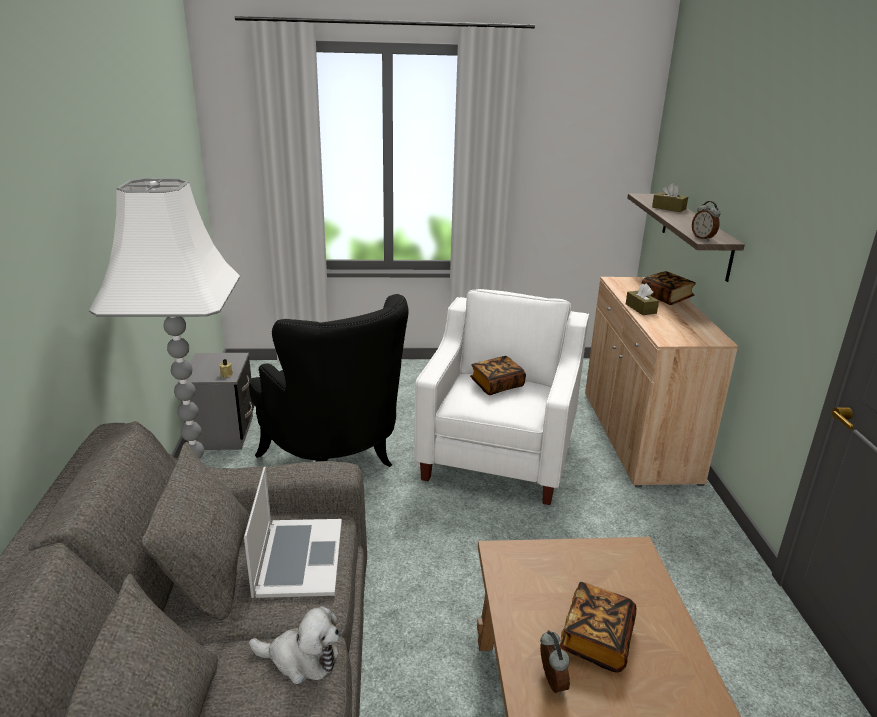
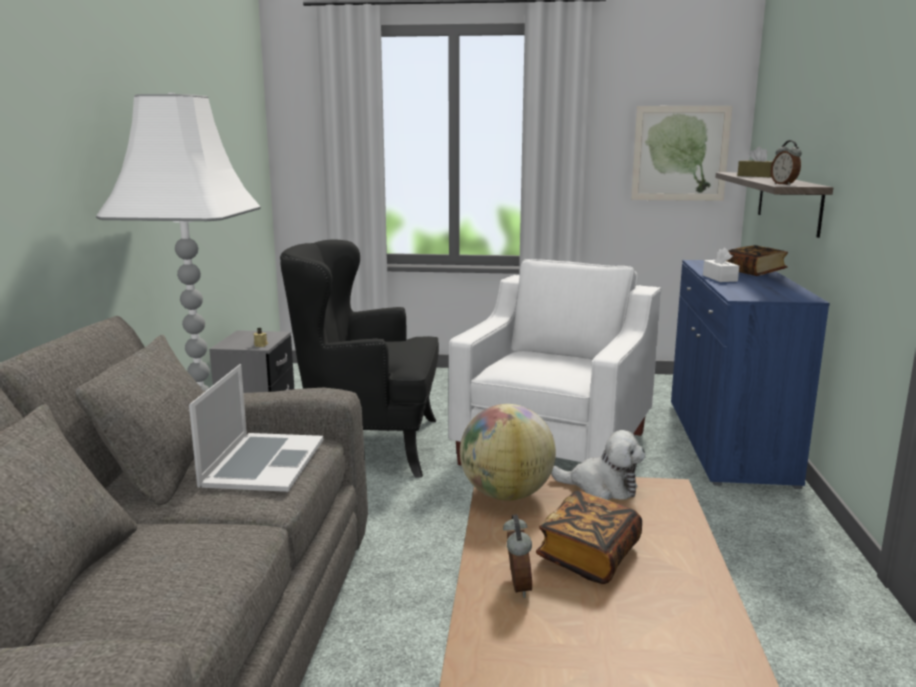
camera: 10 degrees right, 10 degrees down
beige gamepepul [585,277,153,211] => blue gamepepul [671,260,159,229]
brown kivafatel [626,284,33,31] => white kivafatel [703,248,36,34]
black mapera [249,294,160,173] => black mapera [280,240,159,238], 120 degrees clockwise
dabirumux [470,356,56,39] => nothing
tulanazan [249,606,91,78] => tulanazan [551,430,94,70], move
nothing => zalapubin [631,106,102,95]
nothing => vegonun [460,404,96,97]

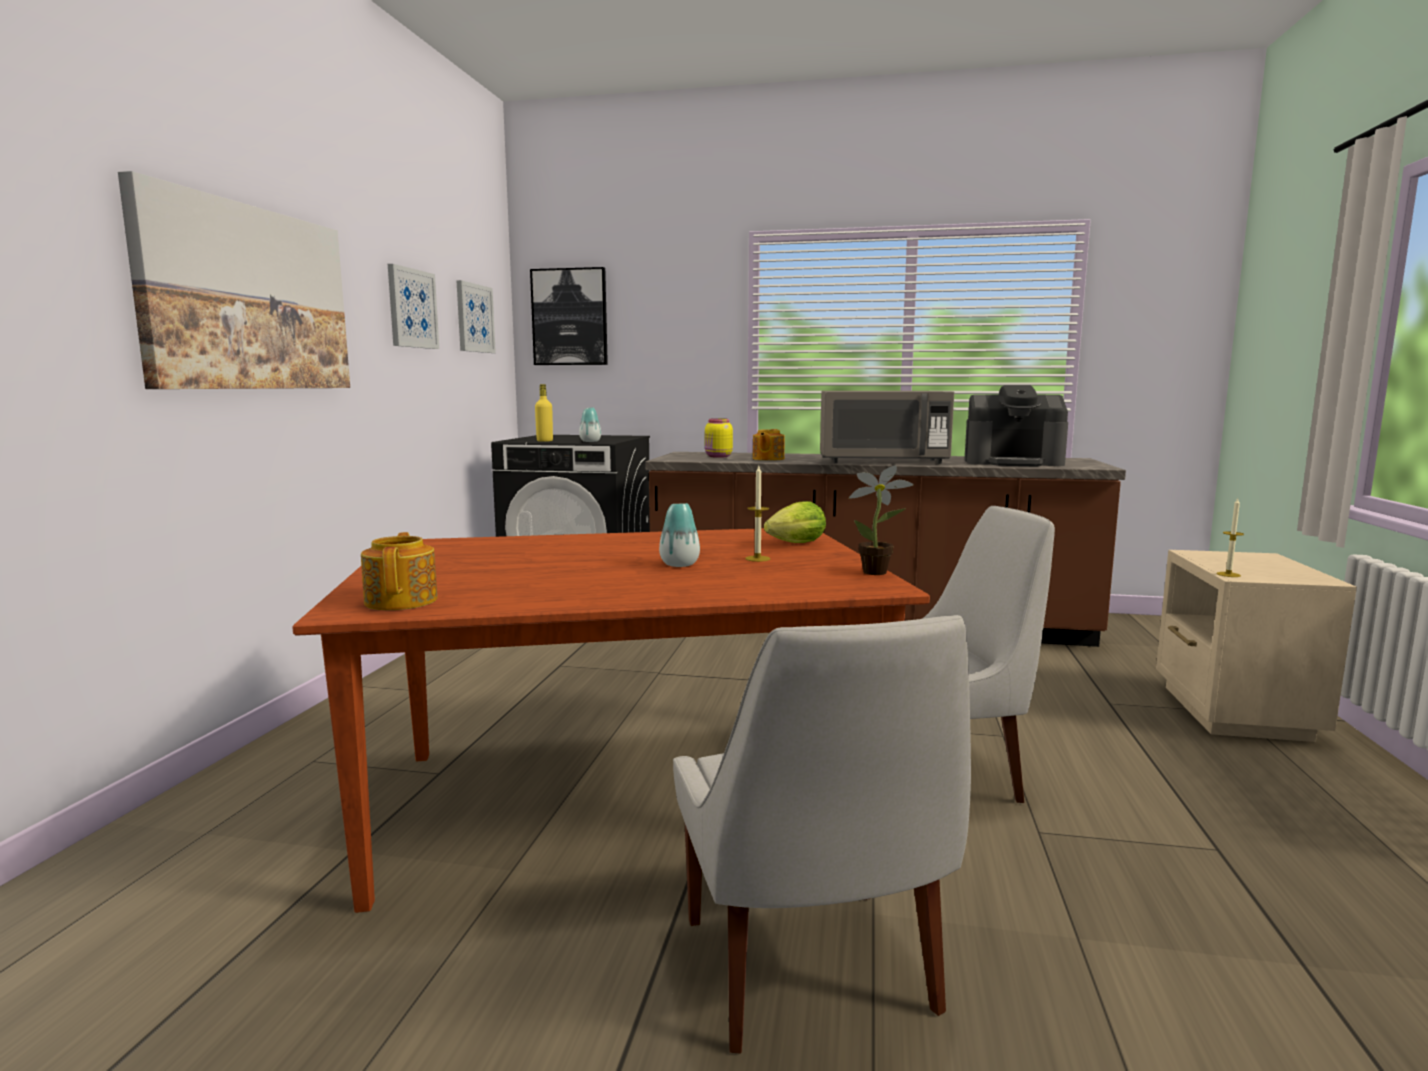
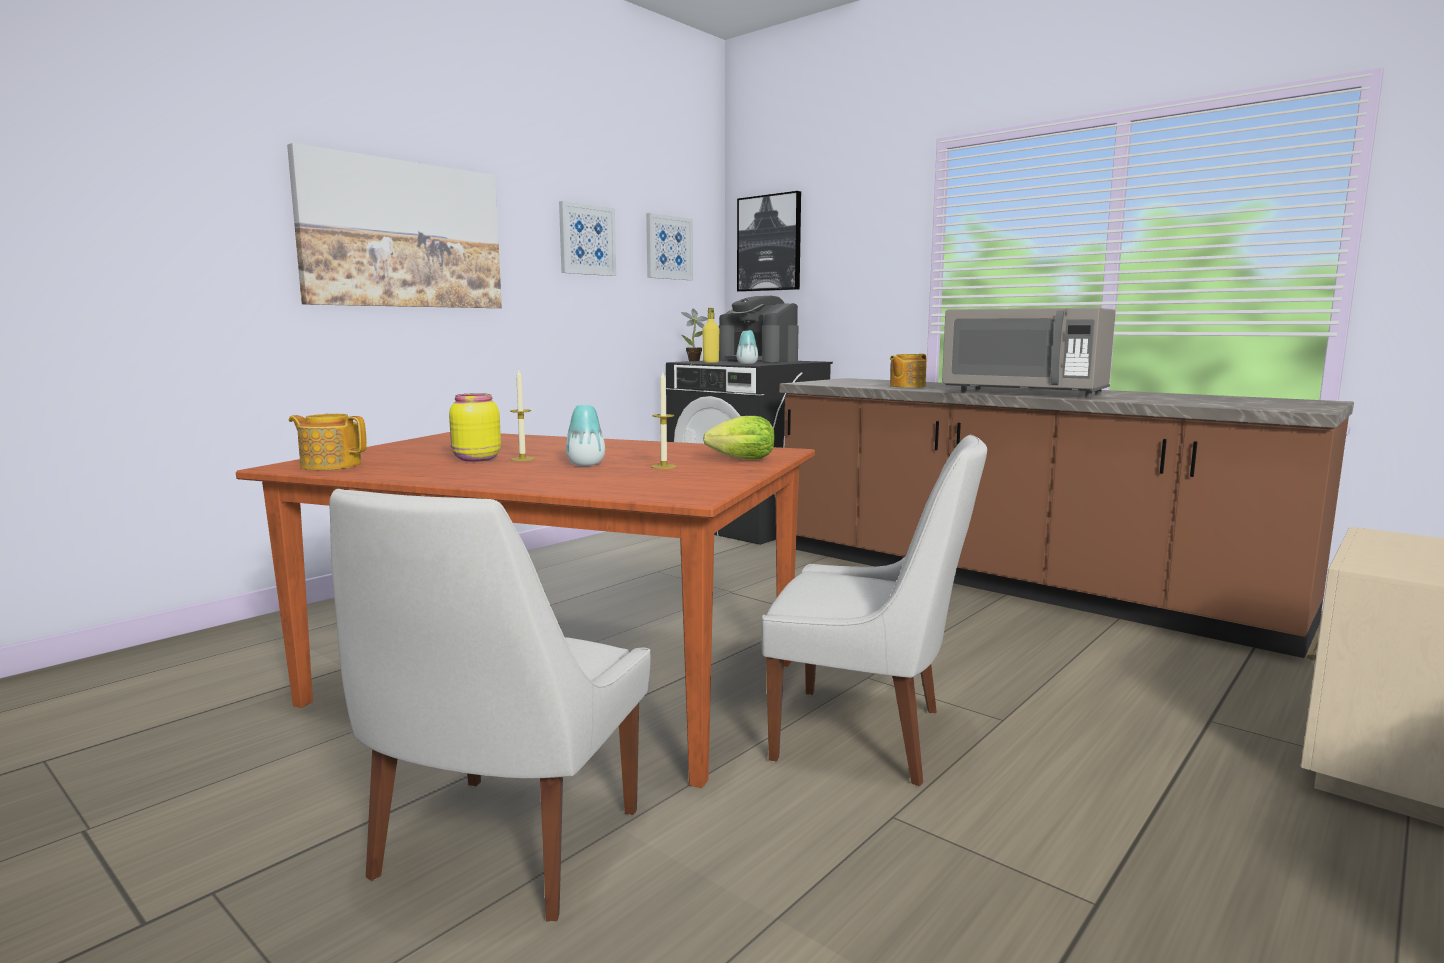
camera: 30 degrees right, 0 degrees up
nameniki [964,385,104,81] => nameniki [718,296,81,67], move
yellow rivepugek [705,418,28,40] => yellow rivepugek [449,393,52,69], move
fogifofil [849,465,65,110] => fogifofil [681,308,27,53], move
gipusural [1216,499,28,78] => gipusural [510,370,25,91], move
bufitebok [361,532,77,78] => bufitebok [289,414,78,56], 90 degrees counterclockwise

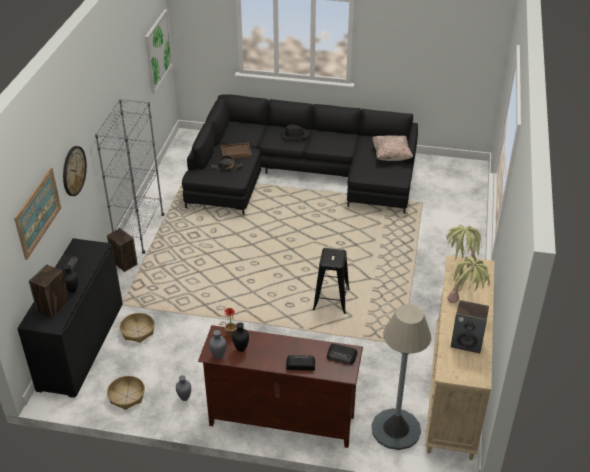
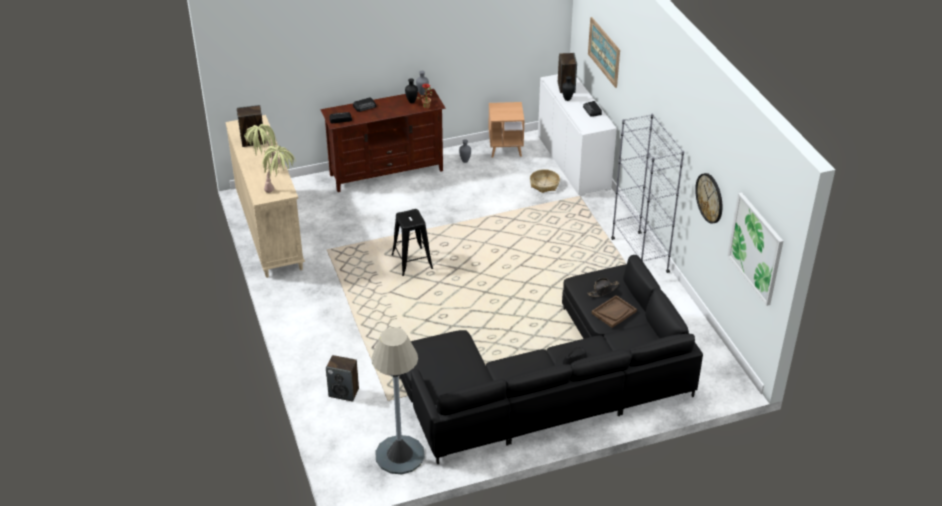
camera: 150 degrees right, 0 degrees up
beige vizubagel [372,135,41,26] => nothing
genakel [63,146,24,50] => genakel [695,173,27,51], move
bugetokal [107,228,31,44] => bugetokal [326,355,33,46], move
black gamepepul [17,238,106,160] => white gamepepul [538,74,79,122]
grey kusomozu [371,304,60,146] => grey kusomozu [371,328,54,146], move
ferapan [107,376,38,34] => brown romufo [489,102,35,56]

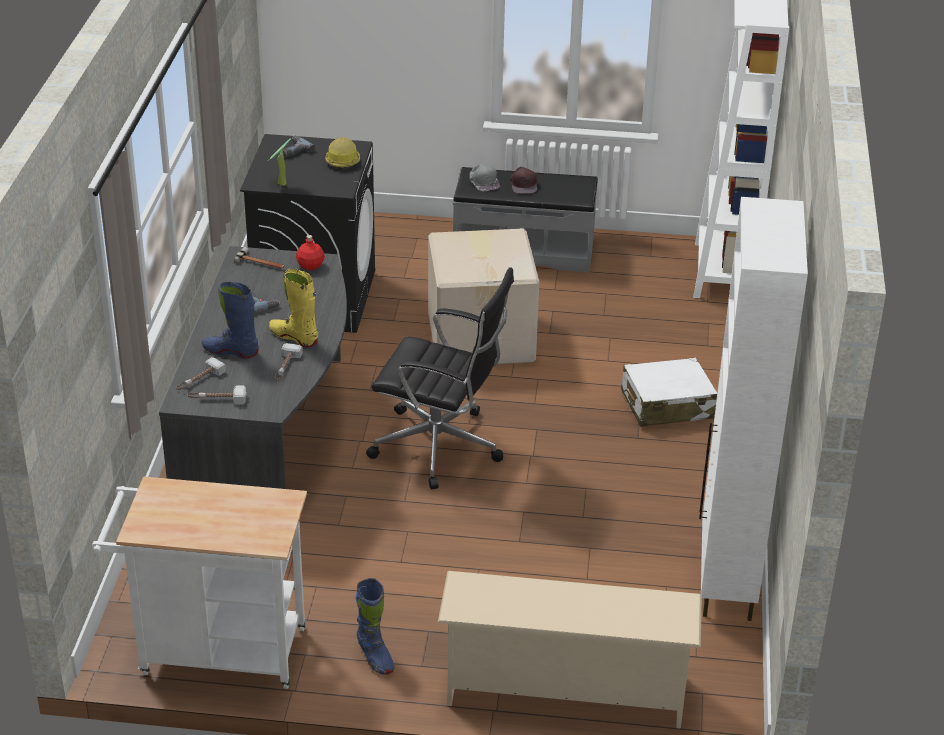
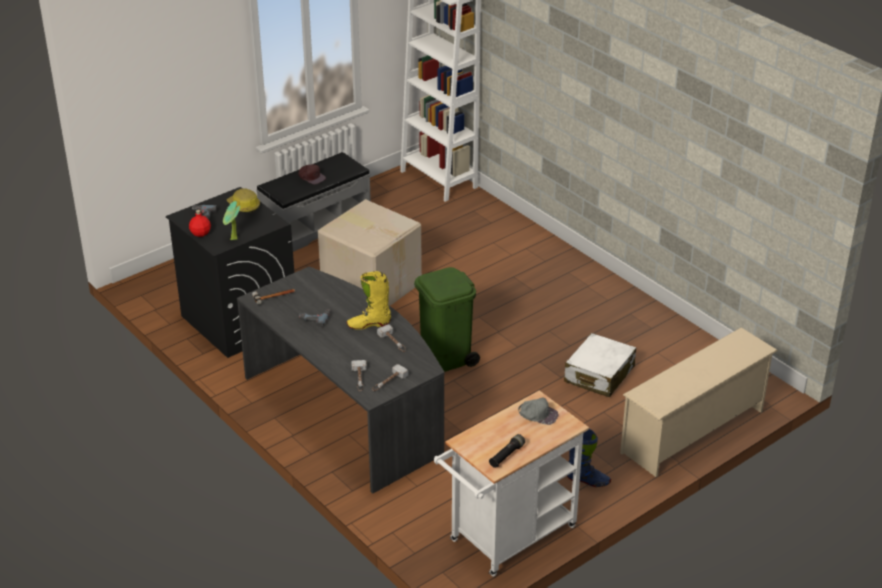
camera: 45 degrees left, 0 degrees up
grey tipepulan [470,164,31,27] => grey tipepulan [518,397,41,28], move
white gamepepul [699,197,109,424] => nothing
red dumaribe [296,235,29,35] => red dumaribe [189,210,22,27], move
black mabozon [366,267,148,222] => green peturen [414,267,66,105]
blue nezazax [202,282,57,76] => nothing
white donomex [621,357,96,70] => white donomex [564,333,72,64], move
nothing => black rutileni [489,434,36,34]

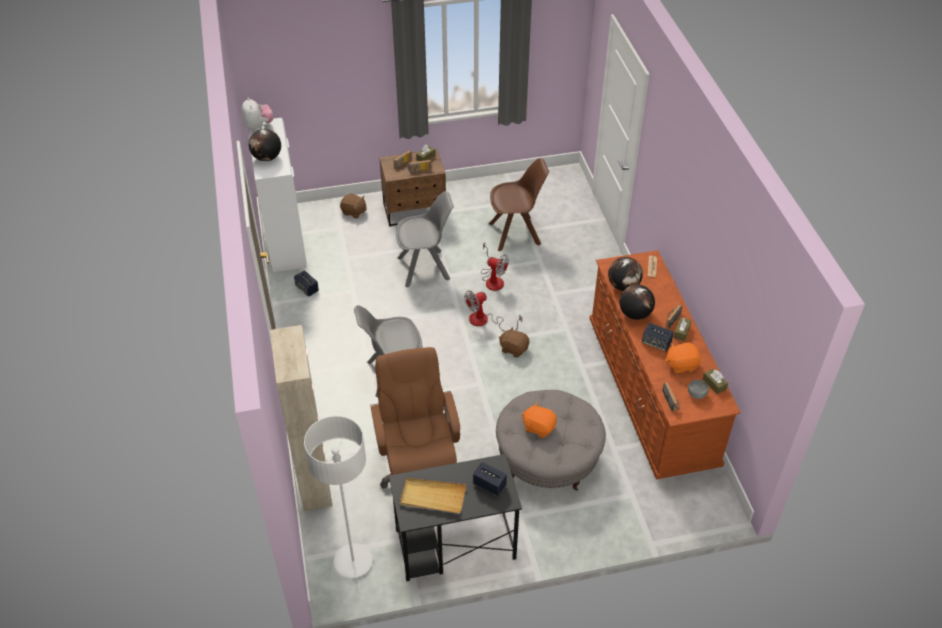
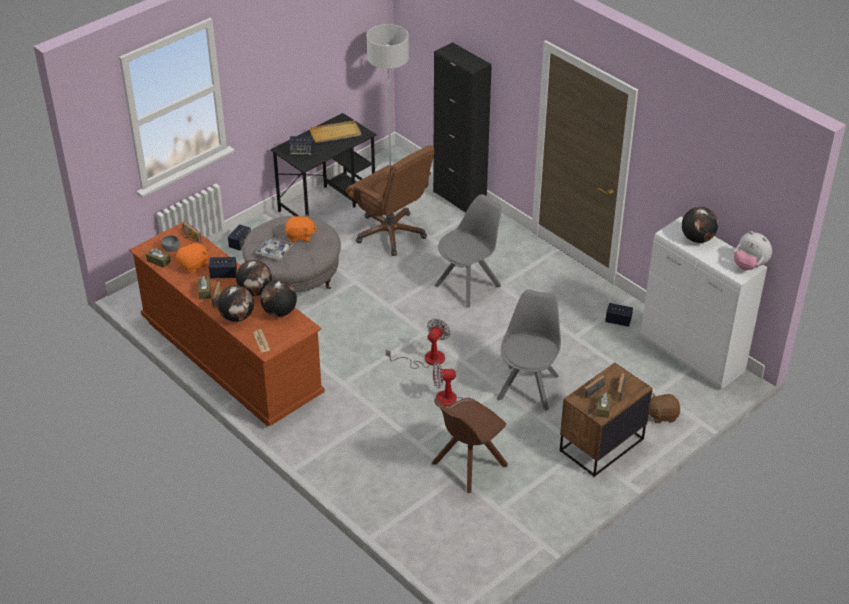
camera: 150 degrees right, 5 degrees down
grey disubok [396,191,58,96] => grey disubok [497,289,64,122], 150 degrees clockwise
beige gamepepul [270,325,63,186] => black gamepepul [433,42,59,170]
brown tulanazan [499,327,30,31] => nothing
nothing => bugetokal [228,224,23,26]
nothing => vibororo [255,237,38,23]
nothing => vegonun [217,285,37,37]

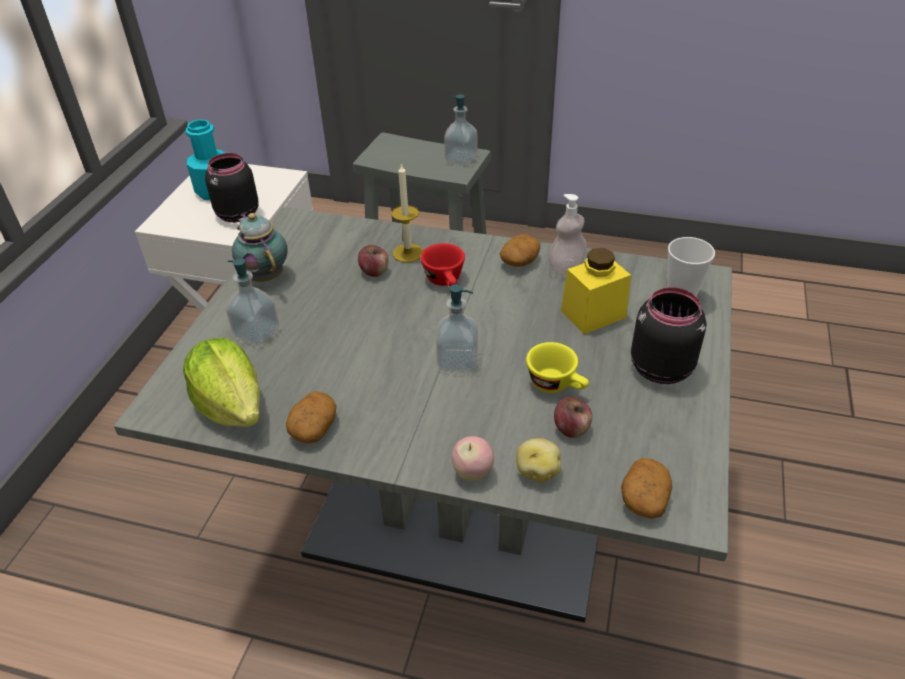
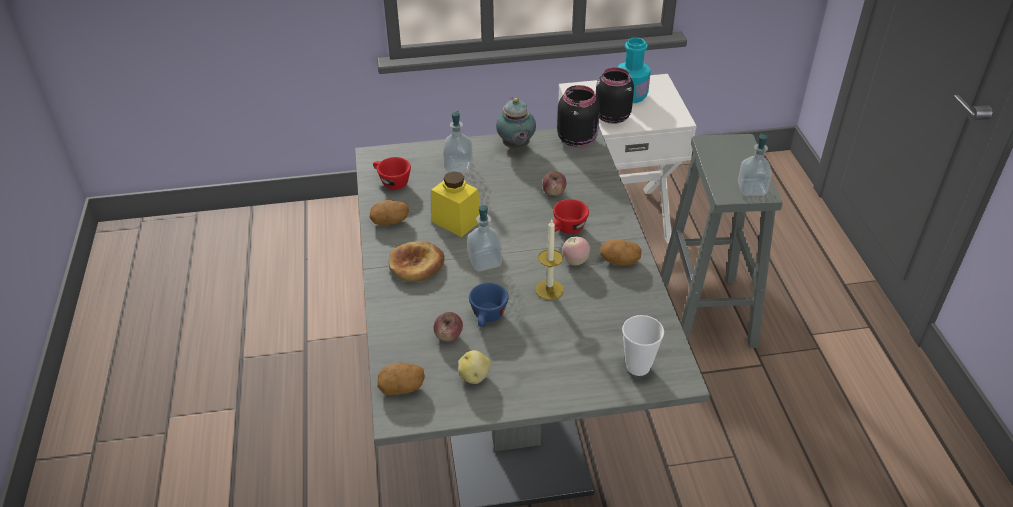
camera: 65 degrees right, 0 degrees up
gipusural [392,163,31,100] => gipusural [535,220,29,80], move
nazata [548,194,39,81] => nothing
bufitebok [232,213,56,69] => bufitebok [496,97,40,52], 135 degrees clockwise
yellow rivepugek [561,248,70,86] => yellow rivepugek [431,171,49,66], move
black rivepugek [631,287,75,97] => black rivepugek [557,85,43,63], move
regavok [183,338,77,89] => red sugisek [373,157,38,33]
yellow sugisek [526,342,63,51] => blue sugisek [469,283,40,44]
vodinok [452,436,42,45] => vodinok [562,236,28,29], move
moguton [516,438,45,45] => moguton [458,350,33,34], move
nothing => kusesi [389,241,56,41]

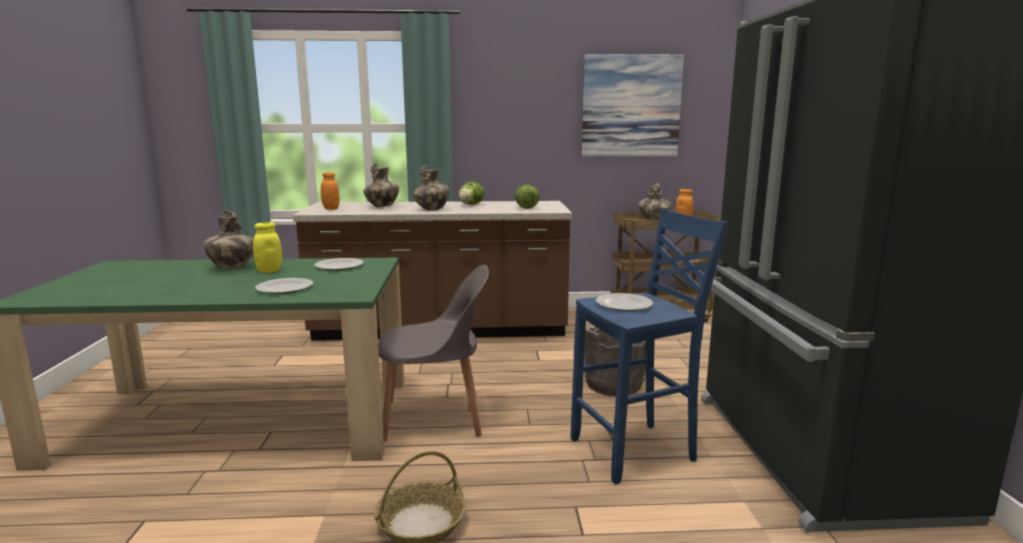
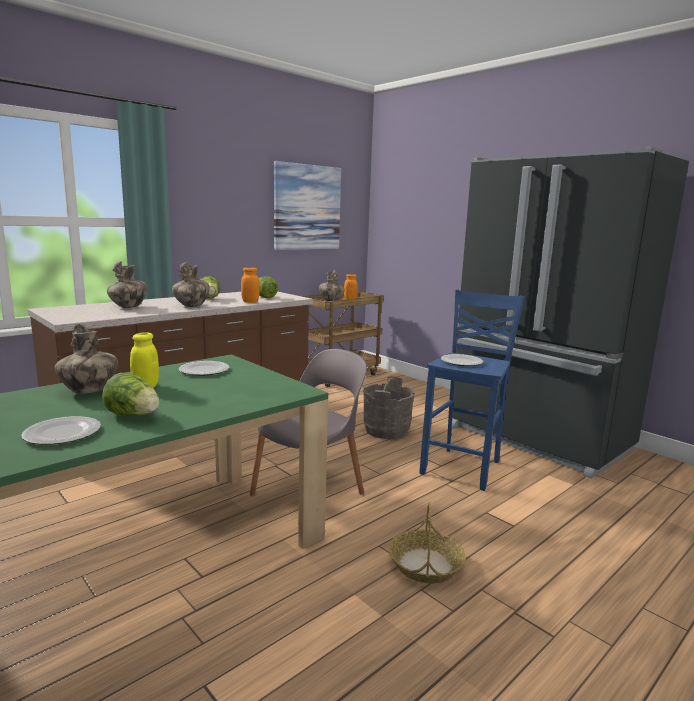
camera: 40 degrees left, 0 degrees up
orange rivepugek [321,172,18,38] => orange rivepugek [241,267,19,36], move
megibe [255,278,58,16] => megibe [22,416,79,29], move
nothing => regavok [102,373,57,43]

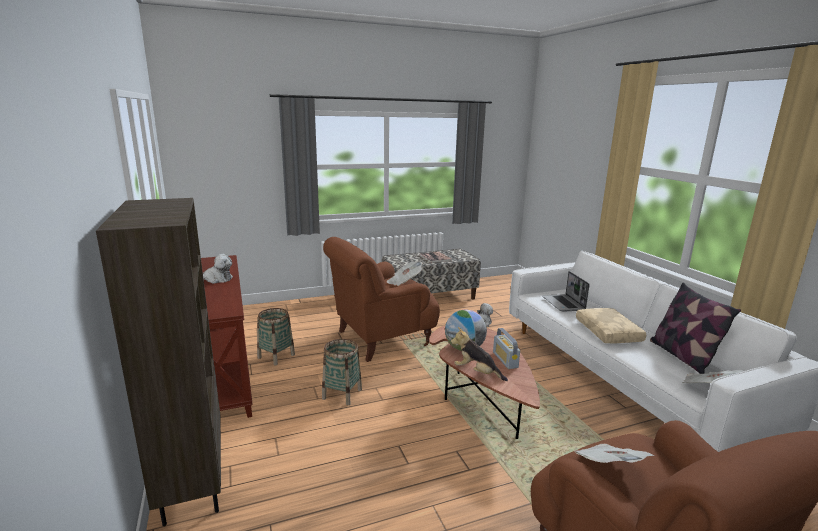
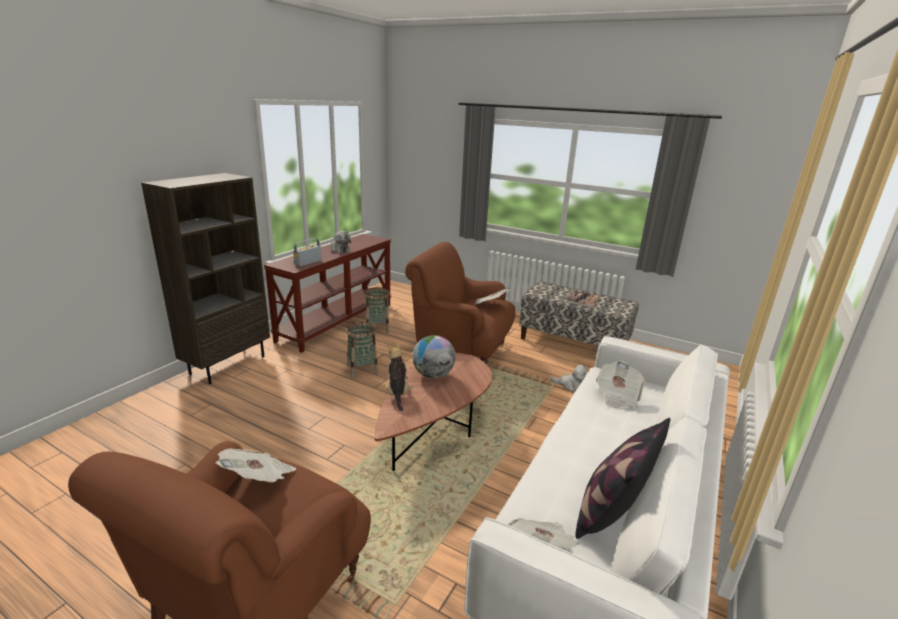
camera: 50 degrees right, 5 degrees up
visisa [542,271,48,41] => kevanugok [596,361,49,47]
beige vizubagel [576,308,70,36] => nothing
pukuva [493,328,27,41] => pukuva [293,239,29,28], move

